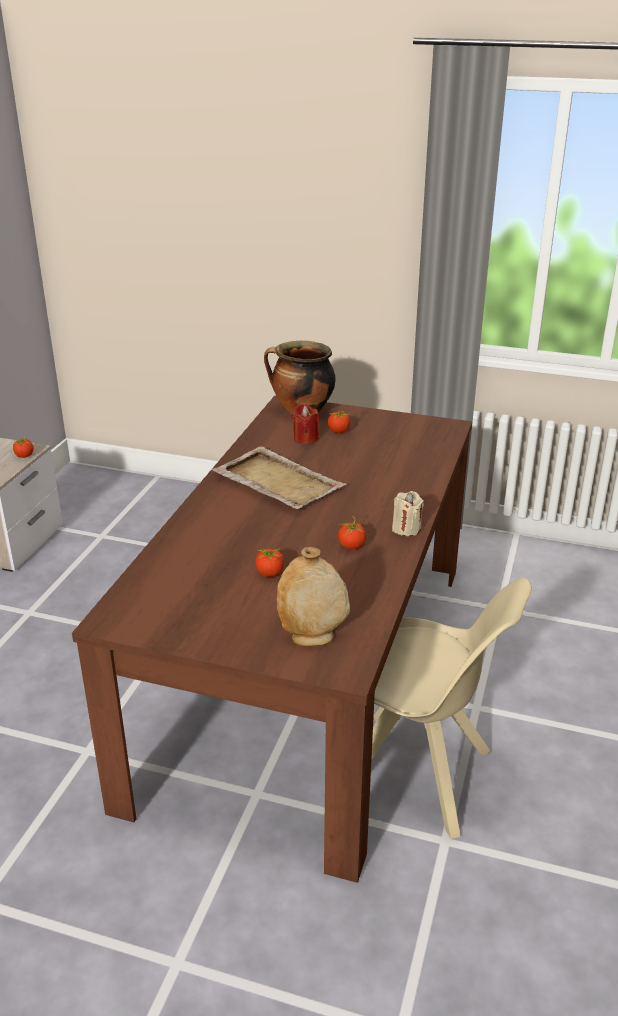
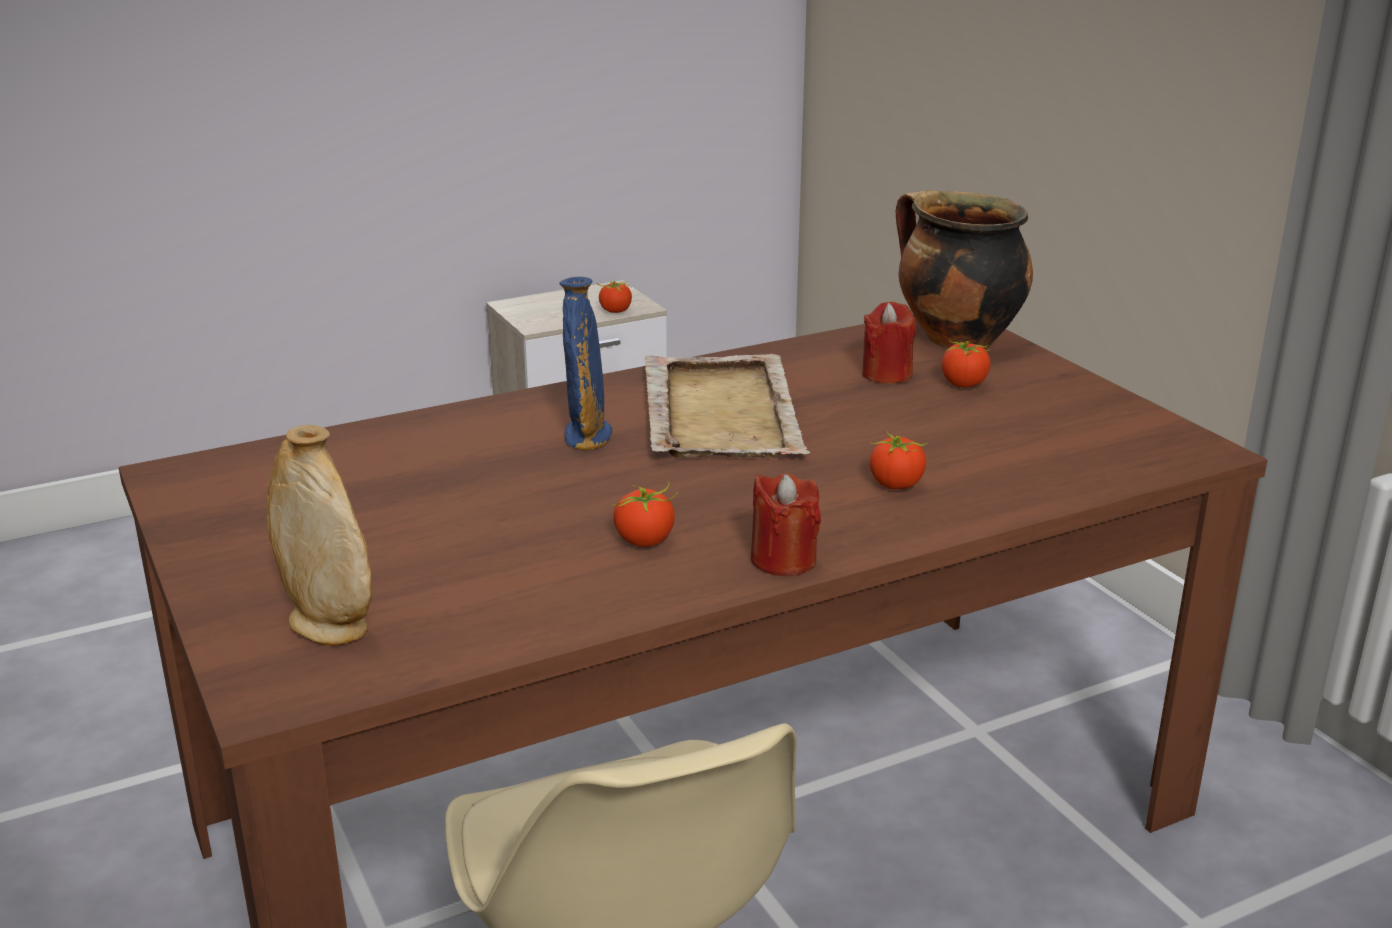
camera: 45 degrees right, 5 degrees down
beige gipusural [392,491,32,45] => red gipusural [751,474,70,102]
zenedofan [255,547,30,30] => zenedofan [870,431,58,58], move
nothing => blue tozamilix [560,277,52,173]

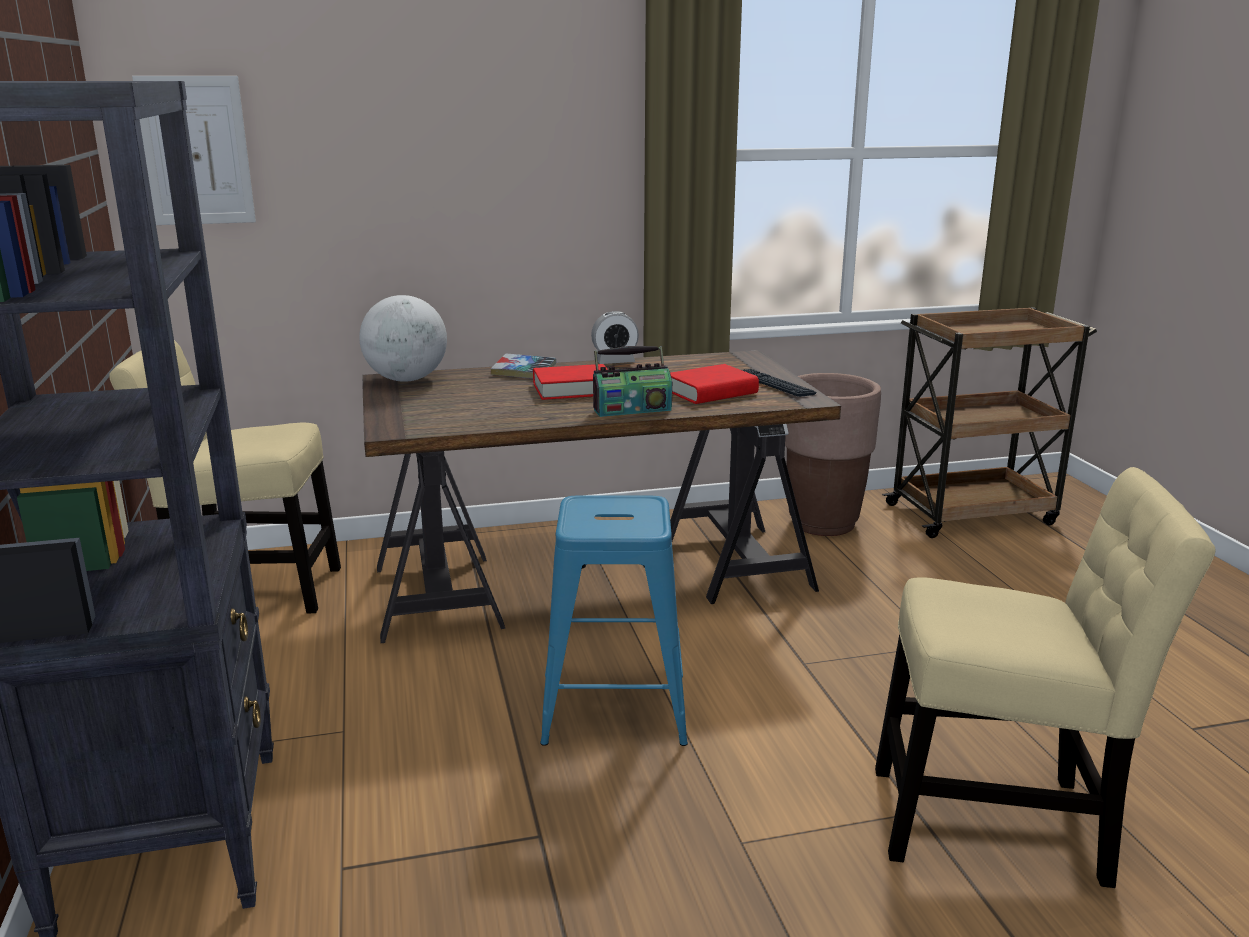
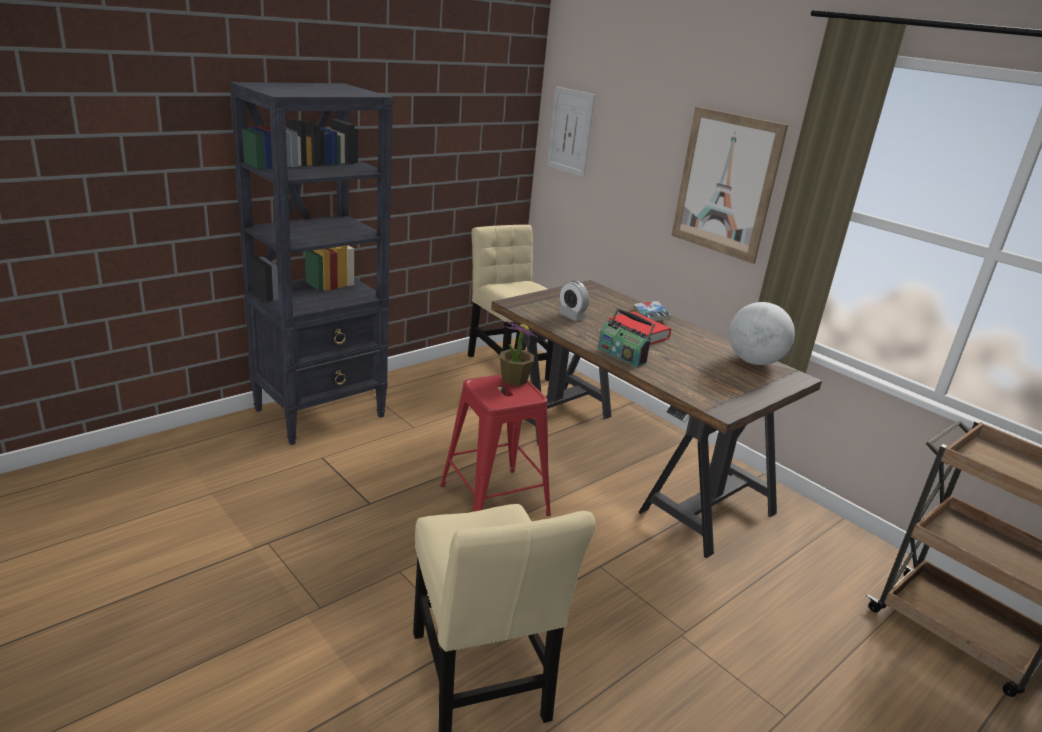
camera: 60 degrees right, 5 degrees up
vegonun [359,295,88,87] => vegonun [729,302,66,63], move
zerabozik [591,311,48,53] => zerabozik [558,281,31,40], move
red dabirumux [670,364,89,40] => nothing
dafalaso [742,369,74,28] => nothing
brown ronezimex [785,373,96,163] => nothing
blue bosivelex [540,495,148,251] => red bosivelex [440,374,111,142]
nothing => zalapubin [671,107,117,157]
nothing => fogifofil [500,321,38,65]

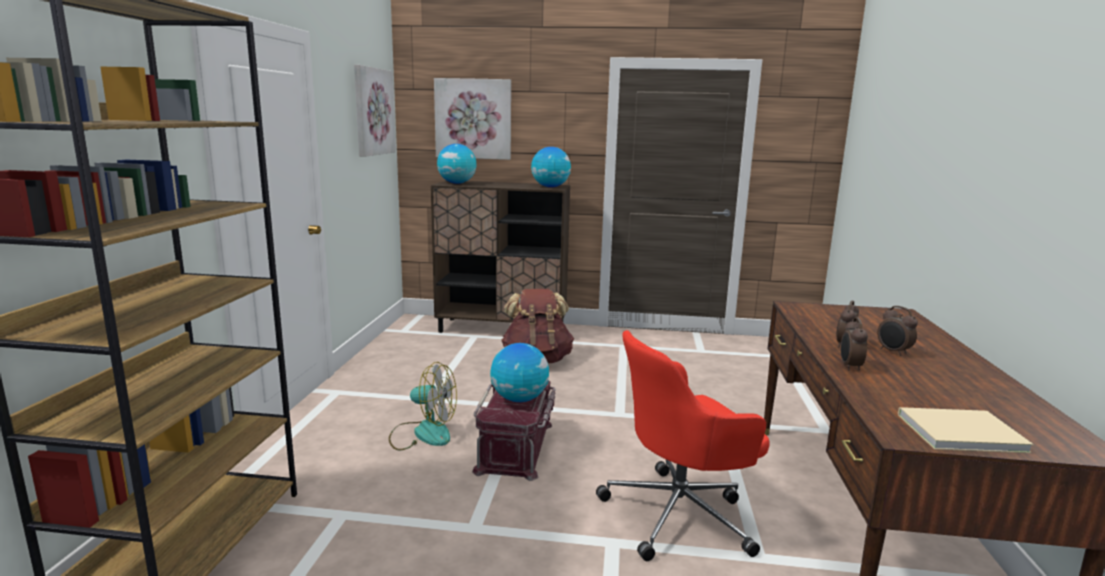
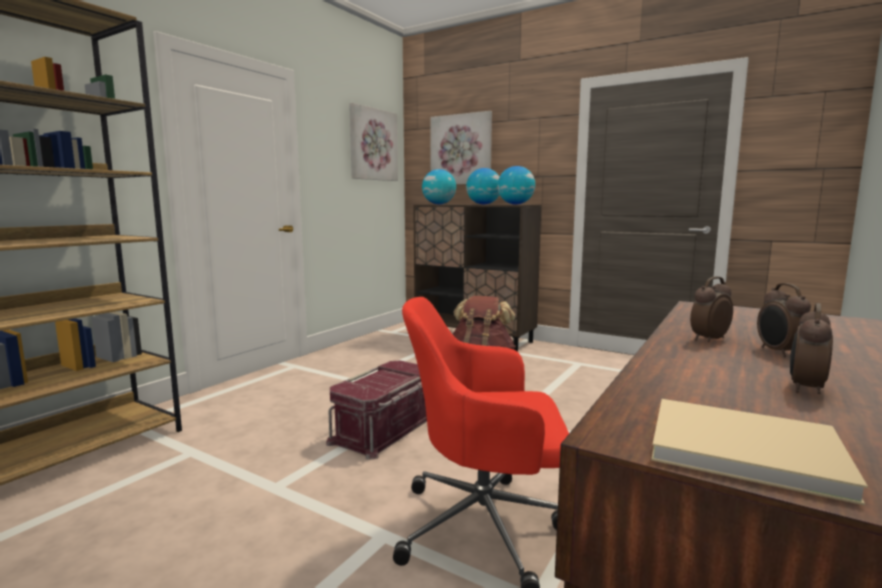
camera: 25 degrees right, 5 degrees down
zerabozik [841,317,27,53] => zerabozik [790,303,43,91], move
vegonun [490,343,59,59] => vegonun [466,168,34,36], move
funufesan [389,362,68,88] => nothing

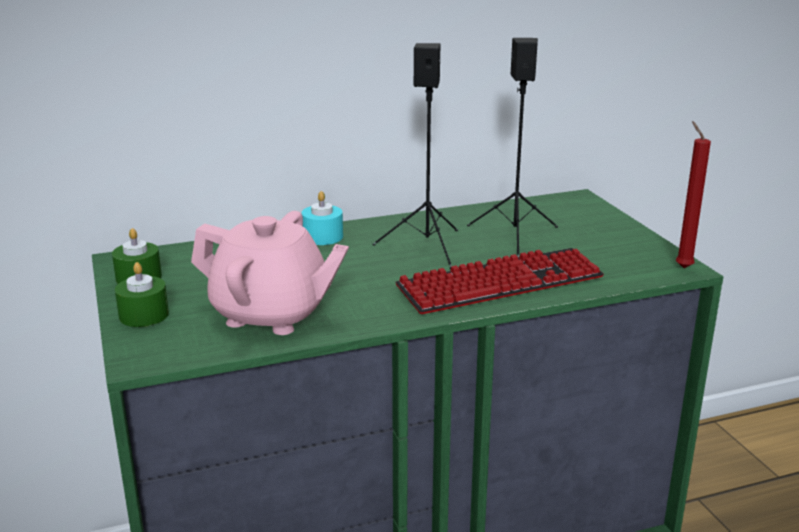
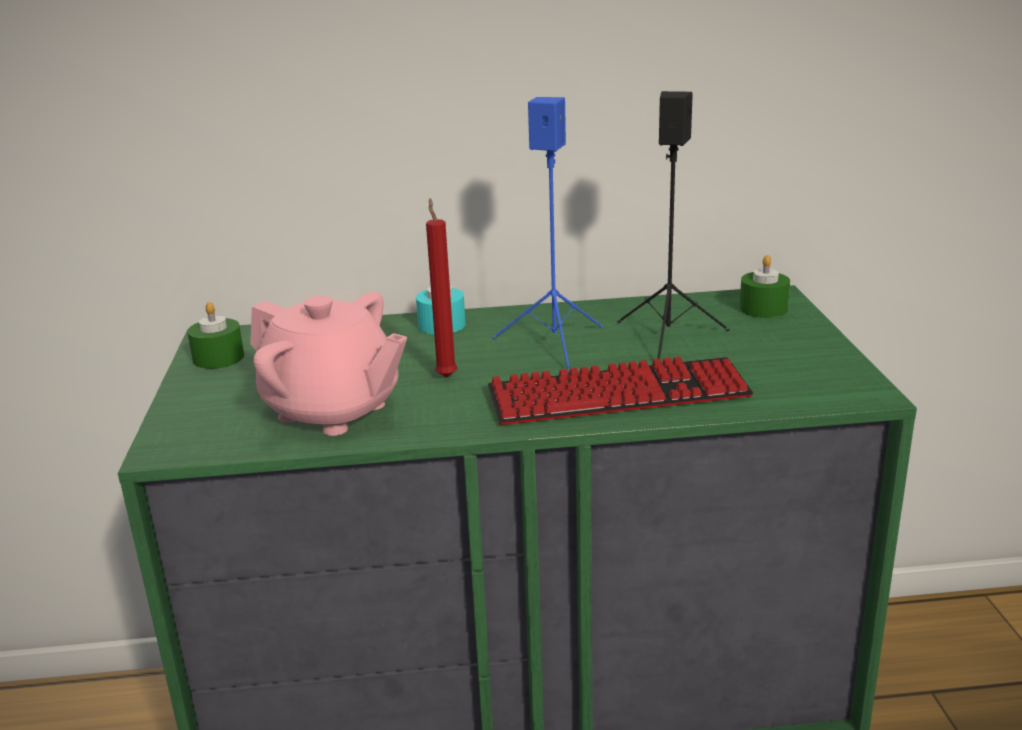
camera: 15 degrees right, 0 degrees up
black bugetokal [372,43,86,226] => blue bugetokal [493,97,110,276]
red gipusural [676,121,35,147] => red gipusural [426,198,31,179], move
green gipusural [115,262,54,65] => green gipusural [739,255,51,63], move

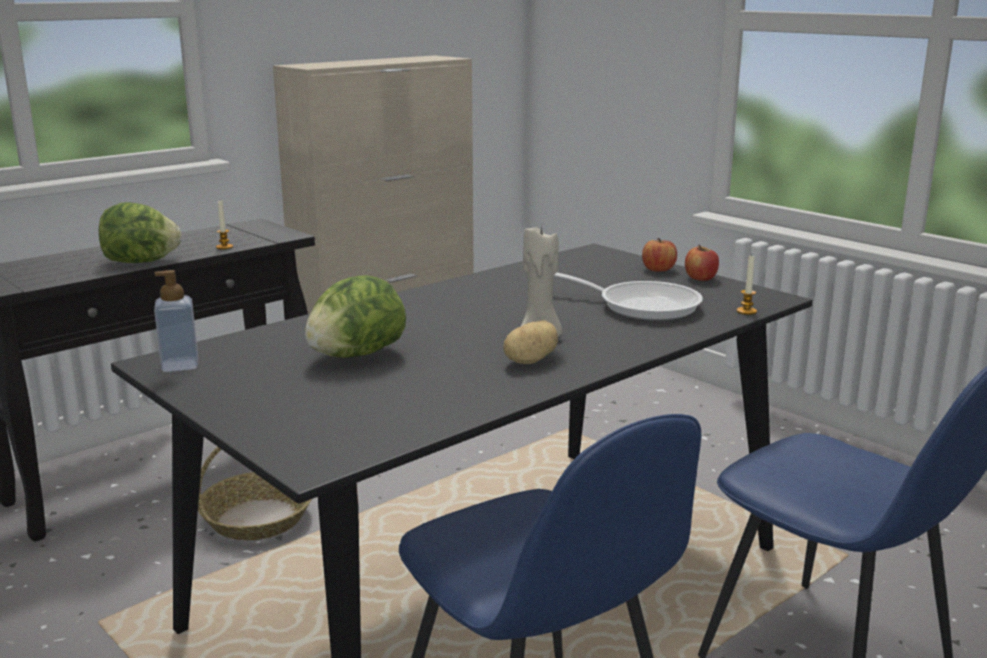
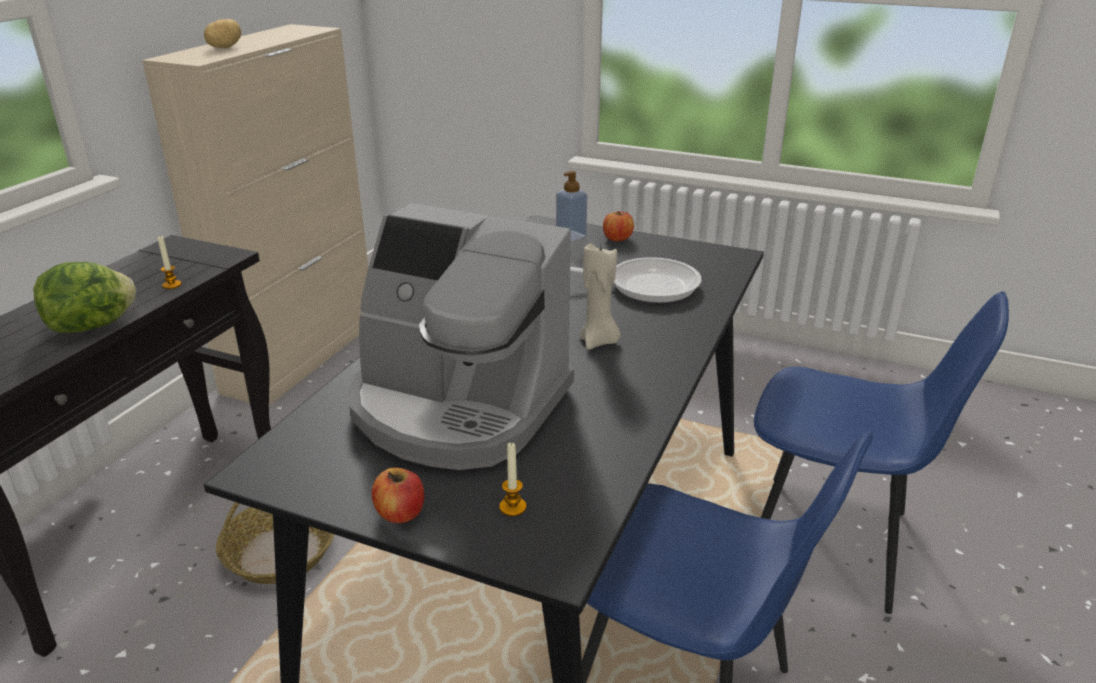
camera: 25 degrees left, 10 degrees up
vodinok [685,245,34,36] => vodinok [372,468,52,55], move
gipusural [736,255,21,60] => gipusural [499,442,28,74], move
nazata [154,270,44,102] => nazata [556,171,31,70], move
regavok [305,275,101,83] => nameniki [348,203,226,267]
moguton [503,321,55,43] => moguton [204,19,37,29], move

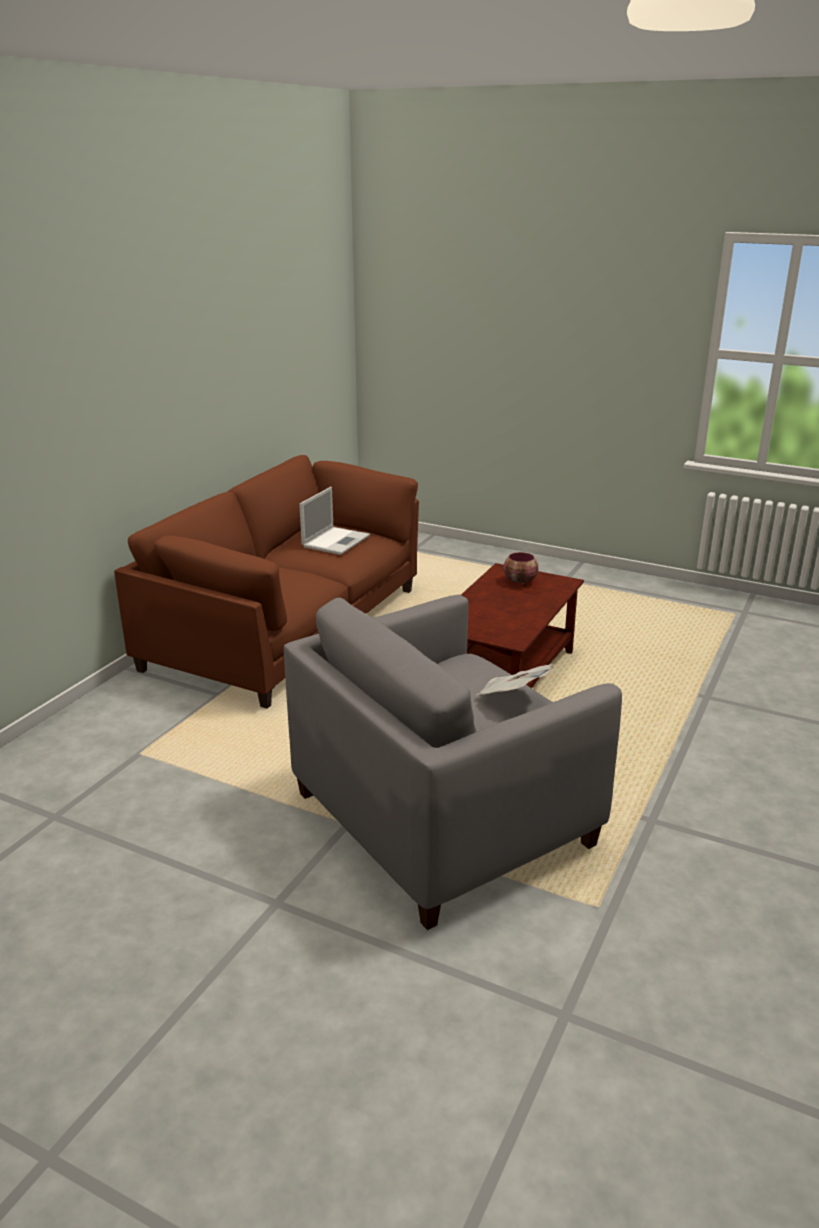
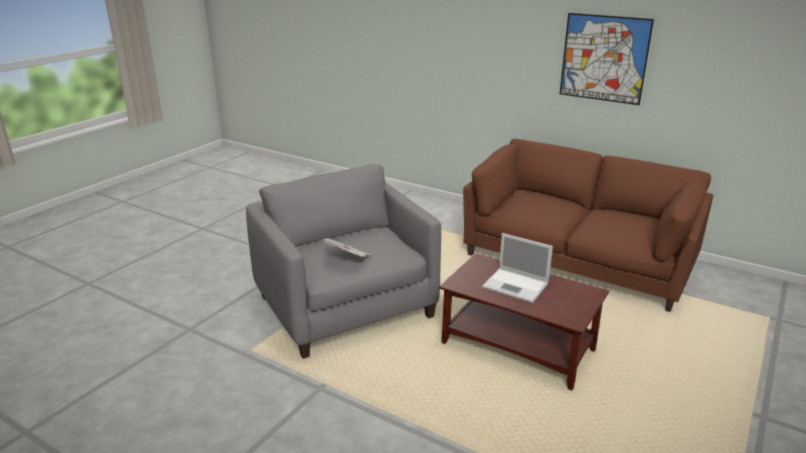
camera: 95 degrees right, 0 degrees up
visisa [299,487,71,68] => visisa [482,233,71,70], move
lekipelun [503,552,36,34] => nothing
nothing => zalapubin [560,13,94,92]

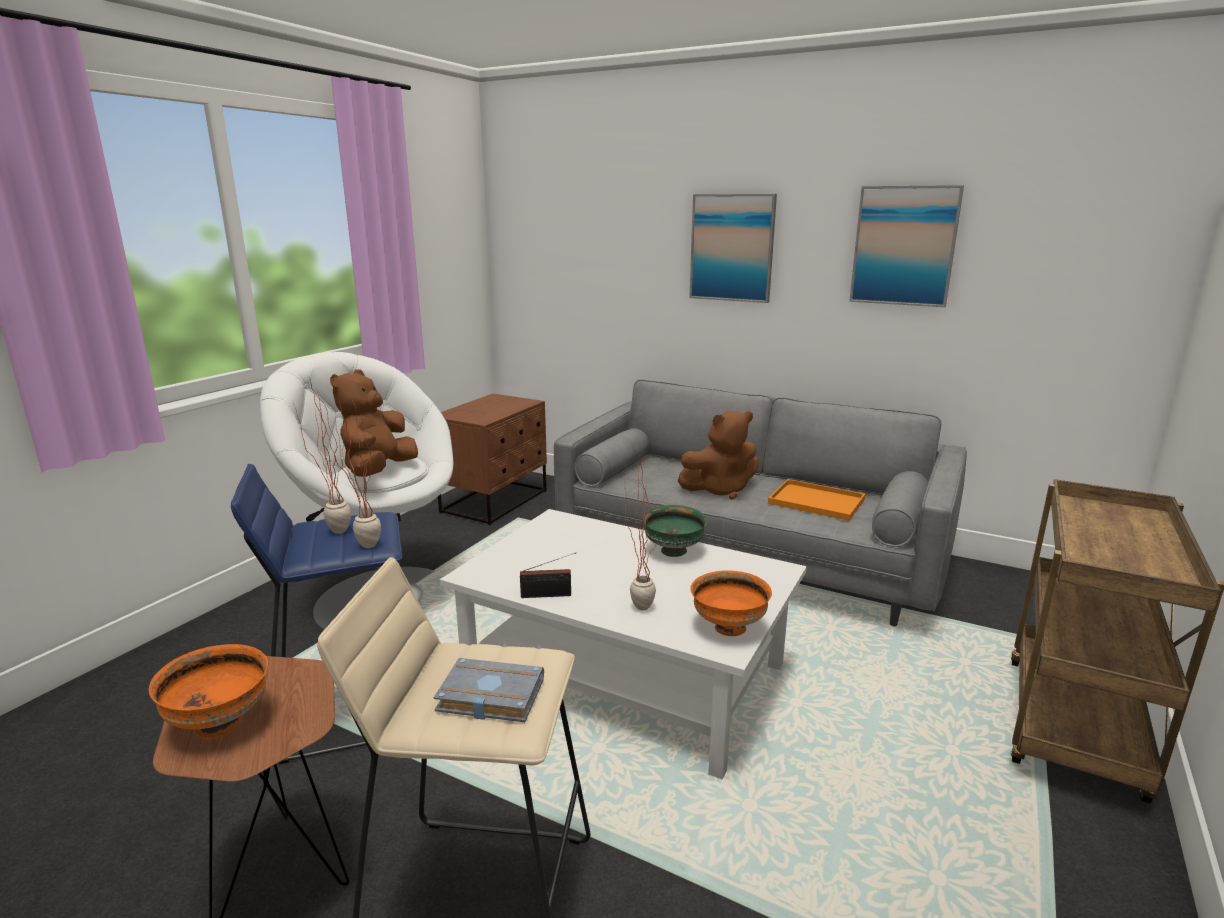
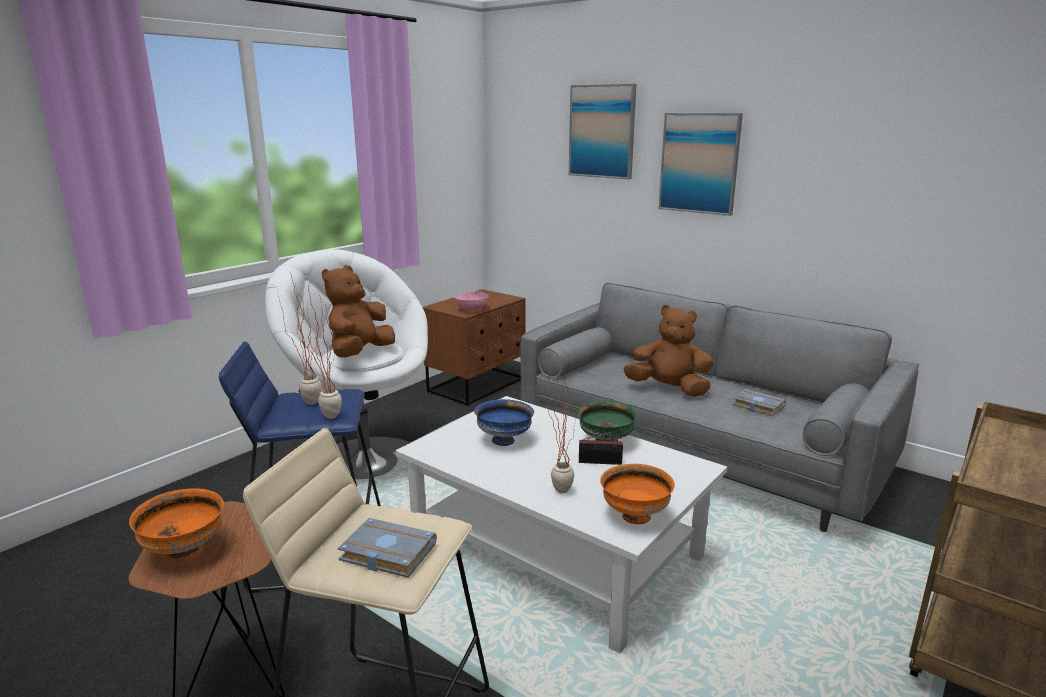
camera: 10 degrees right, 0 degrees up
zalapubin [849,185,115,122] => zalapubin [569,84,68,95], move
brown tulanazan [678,411,81,89] => brown tulanazan [624,305,90,92], 150 degrees counterclockwise
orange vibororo [768,479,97,42] => grey dabirumux [732,389,54,27]
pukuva [520,553,56,45] => pukuva [579,427,50,38], move
nothing => pink lekipelun [454,291,34,20]
nothing => blue lekipelun [474,399,60,47]

